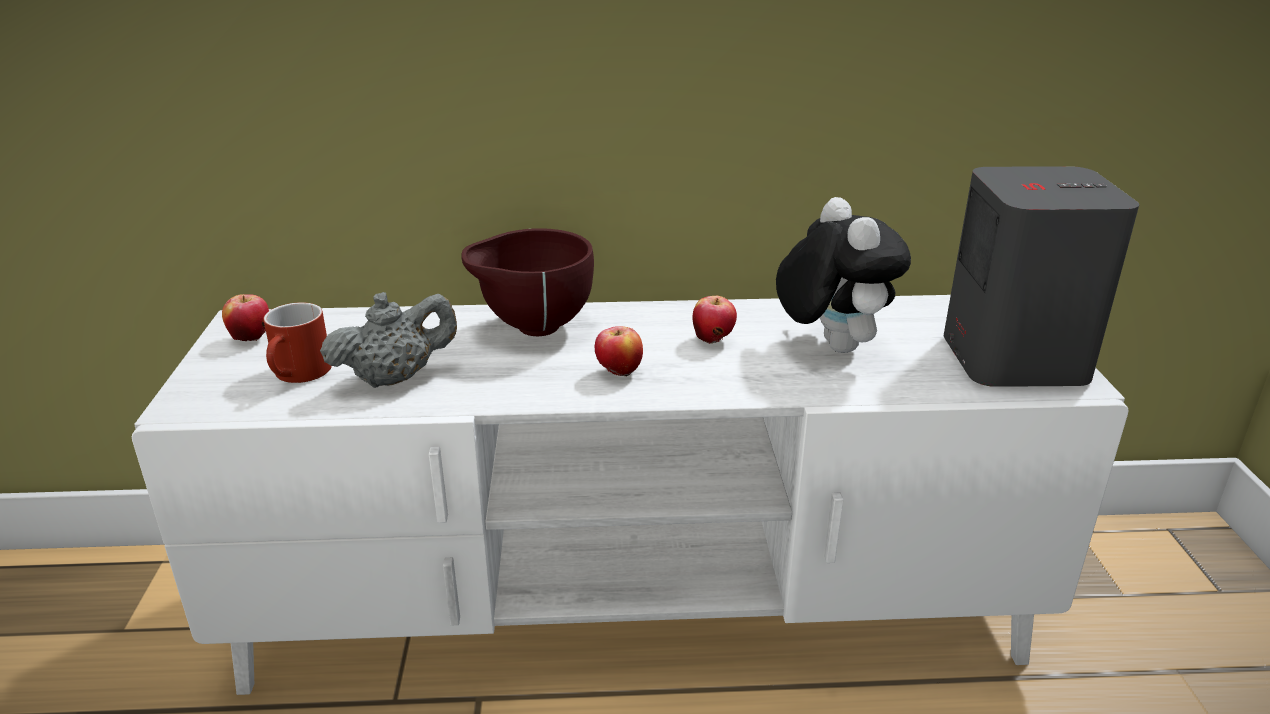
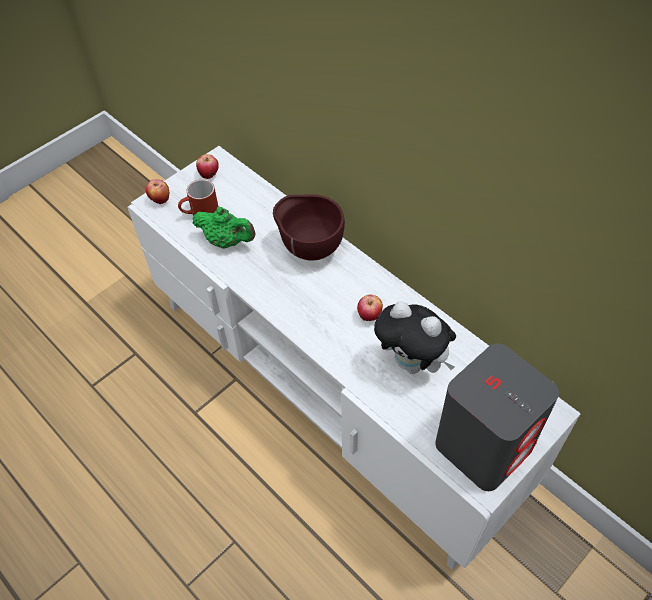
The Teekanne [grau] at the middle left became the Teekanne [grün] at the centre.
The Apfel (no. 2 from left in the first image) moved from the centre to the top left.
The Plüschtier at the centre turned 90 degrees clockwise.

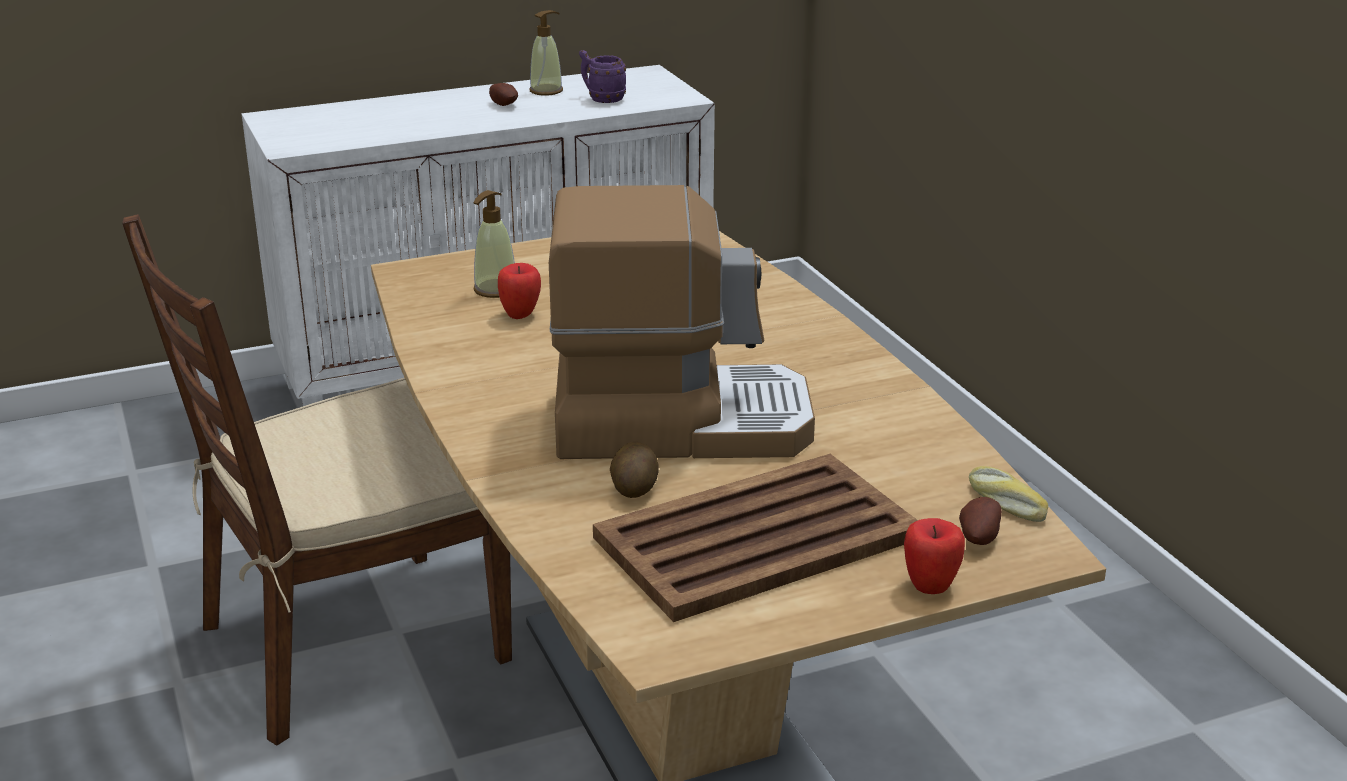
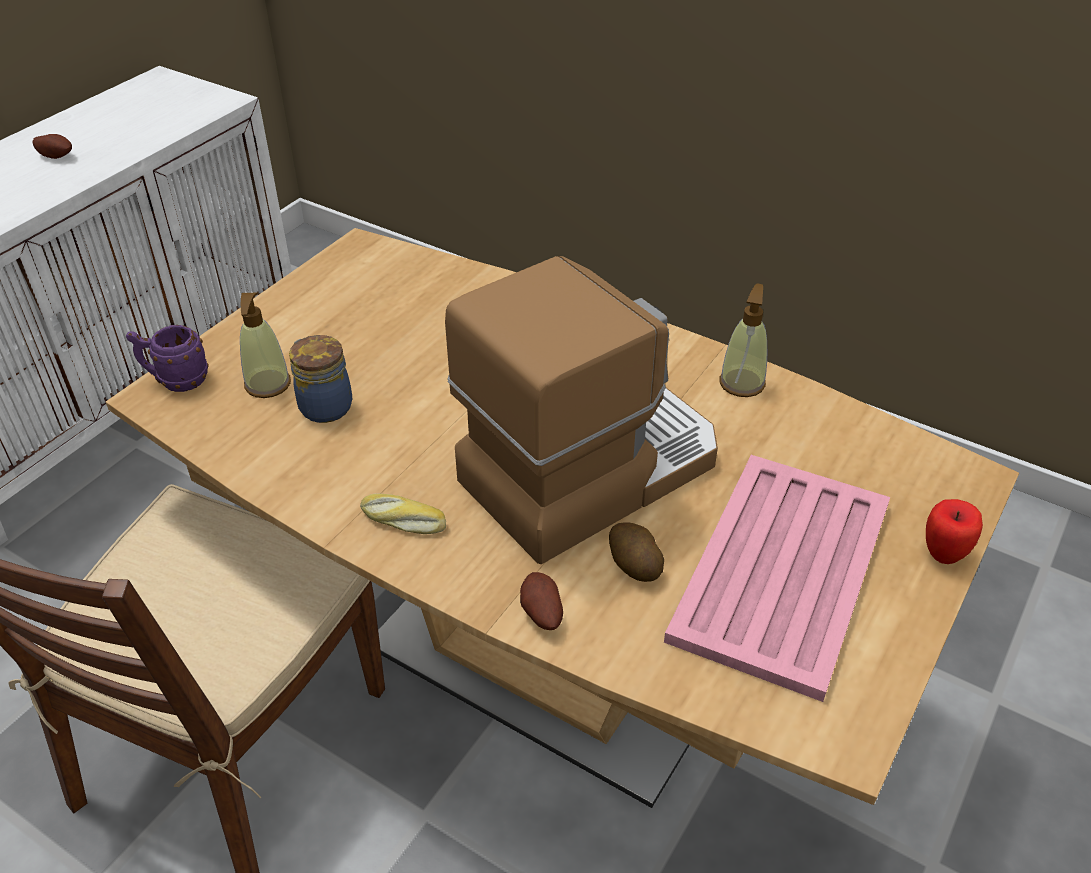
The Apfel (no. 1 from left) at the centre was replaced by the Vorratsglas at the middle left.
The Seifenspender (no. 2 from left) moved from the top centre to the middle right.
The Henkelbecher [lila] moved from the top centre to the middle left.
The Tablett [braun] at the bottom centre became the Tablett [rosa] at the middle right.
The Kartoffel (no. 3 from left in the first image) moved from the bottom right to the bottom centre.
The Brot moved from the middle right to the centre.

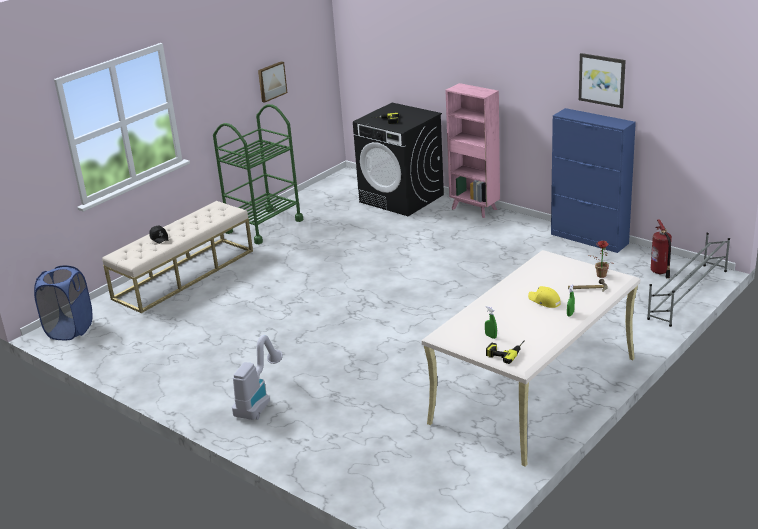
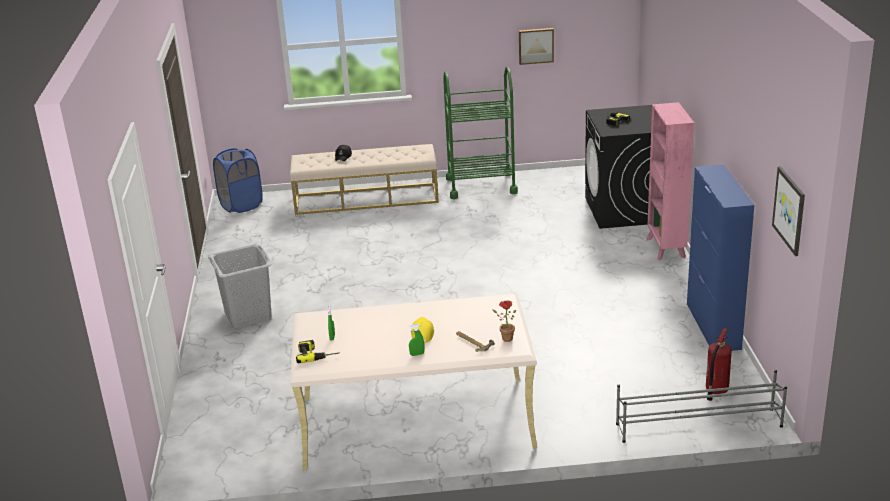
The Staubsauger at the bottom centre was replaced by the Wäschekorb [grau] at the middle left.
The Bild (no. 2 from left) moved from the top right to the middle right.

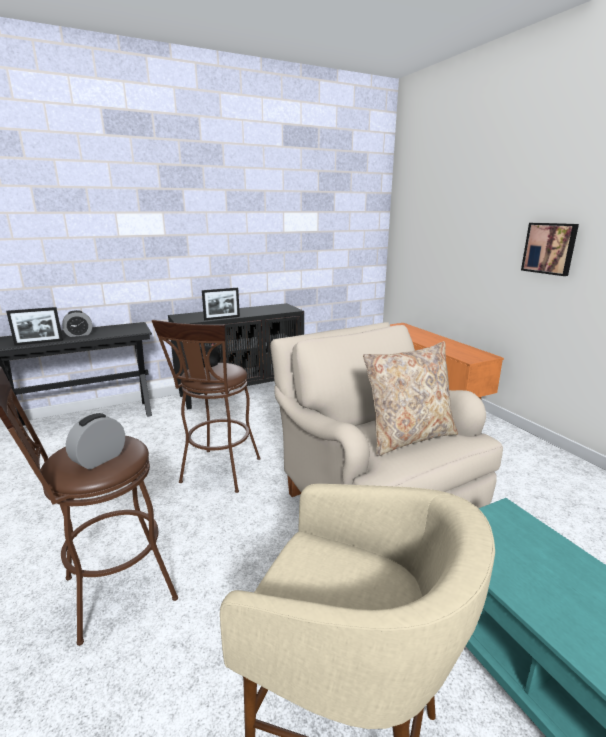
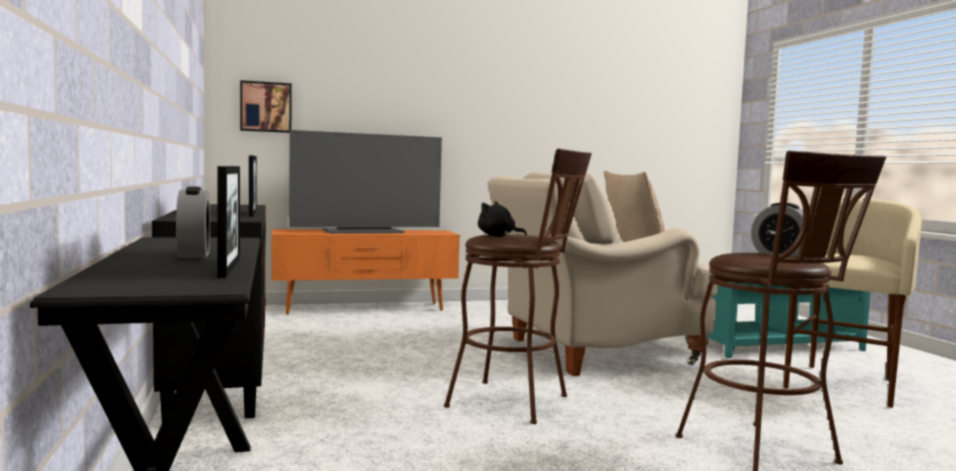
The Bild moved from the middle right to the top left.
The Fernseher at the centre appeared.

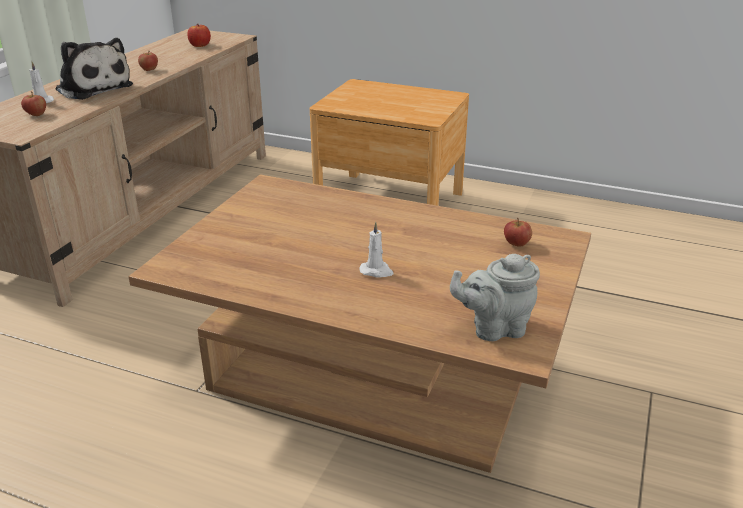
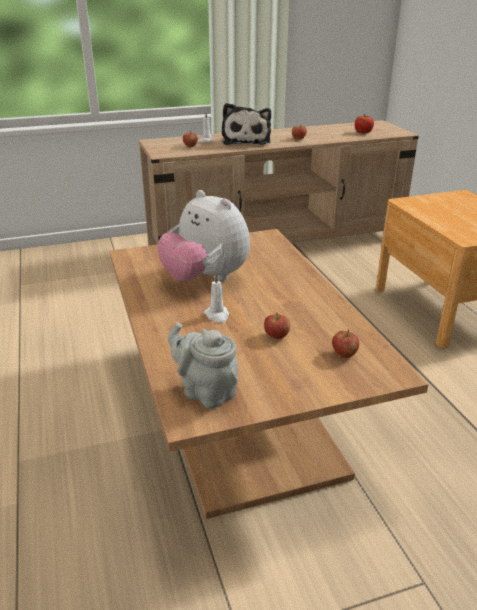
The Plüschtier (no. 1 from left) at the centre appeared.
The Apfel (no. 2 from left) at the centre appeared.

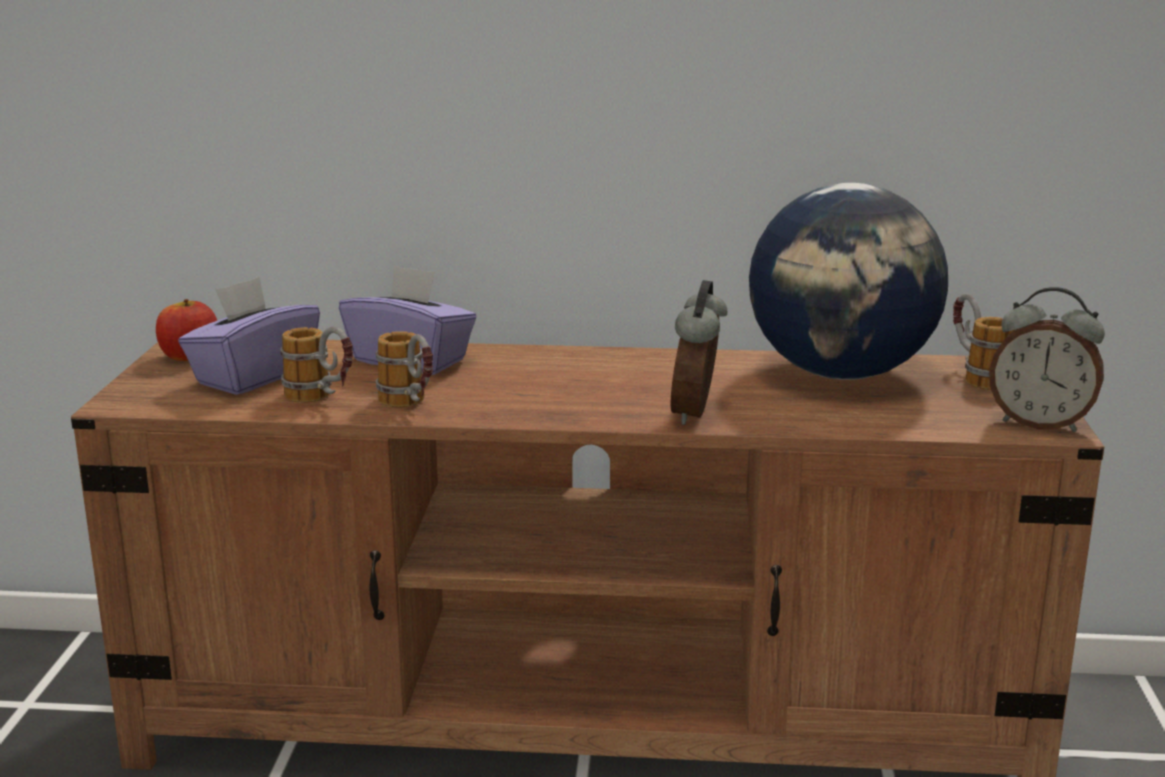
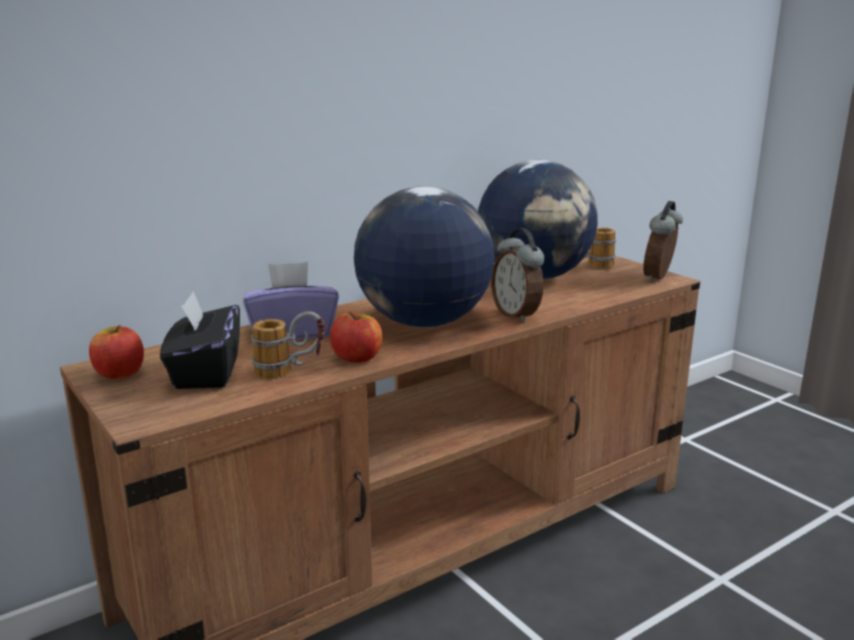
The Taschentuchbox [lila] (no. 1 from left) at the middle left became the Taschentuchbox [schwarz] at the middle left.
The Henkelbecher (no. 2 from left) at the centre was replaced by the Apfel (no. 2 from left) at the centre.
The Wecker (no. 2 from left) at the middle right turned 135 degrees clockwise.
The Globus (no. 1 from left) at the centre appeared.

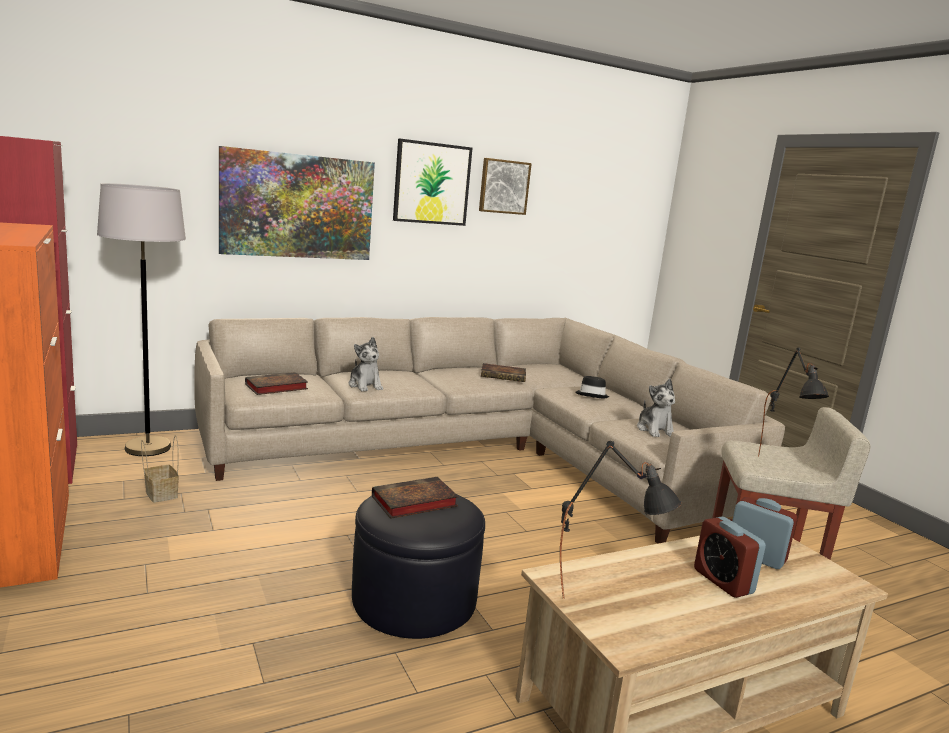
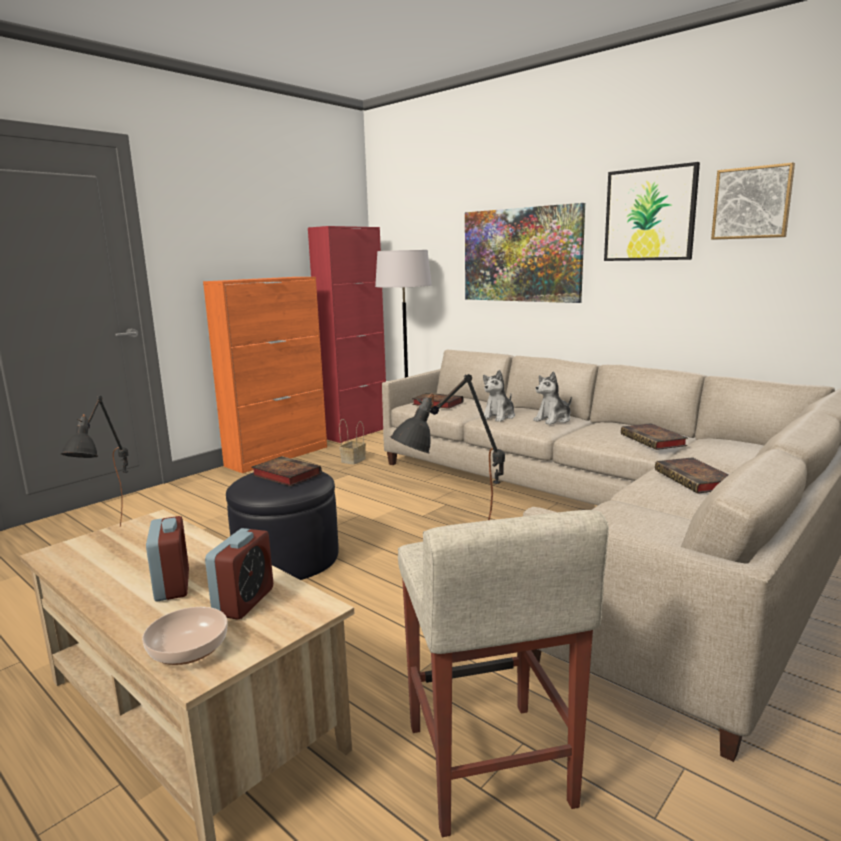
The Hut [schwarz] at the centre was replaced by the Buch (no. 4 from left) at the middle right.
The Plüschtier (no. 2 from left) moved from the middle right to the centre.
The Wecker (no. 1 from left) at the bottom right turned 120 degrees clockwise.
The Schüssel at the bottom left appeared.

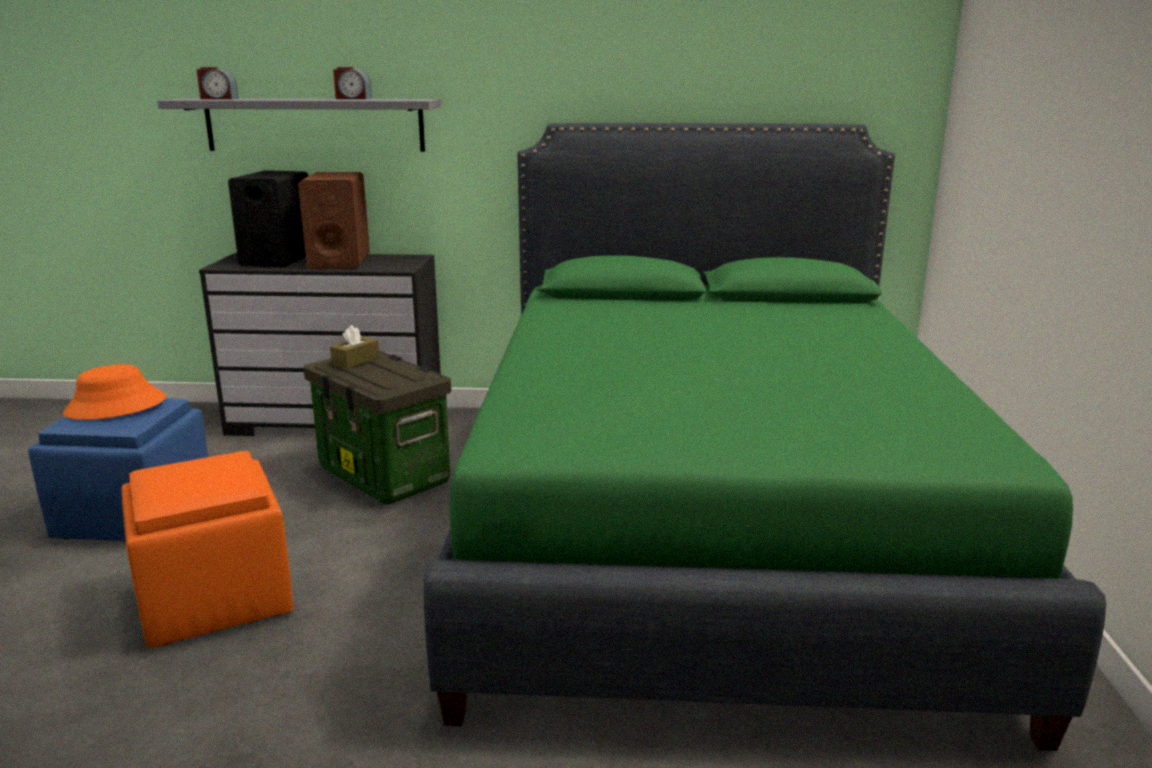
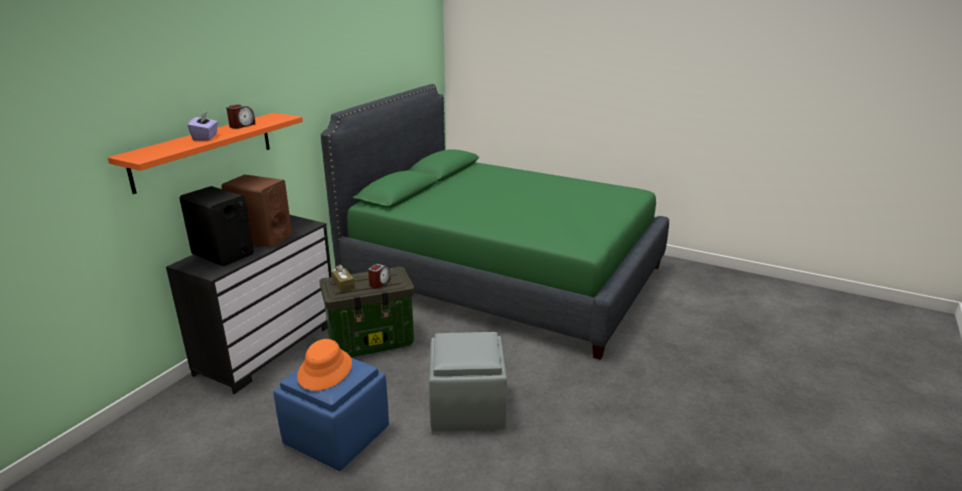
The Polsterhocker [orange] at the bottom left became the Polsterhocker [grau] at the bottom centre.
The Wandregal [grau] at the top left became the Wandregal [orange] at the top left.
The Wecker (no. 1 from left in the first image) moved from the top left to the centre.
The Taschentuchbox [lila] at the top left appeared.

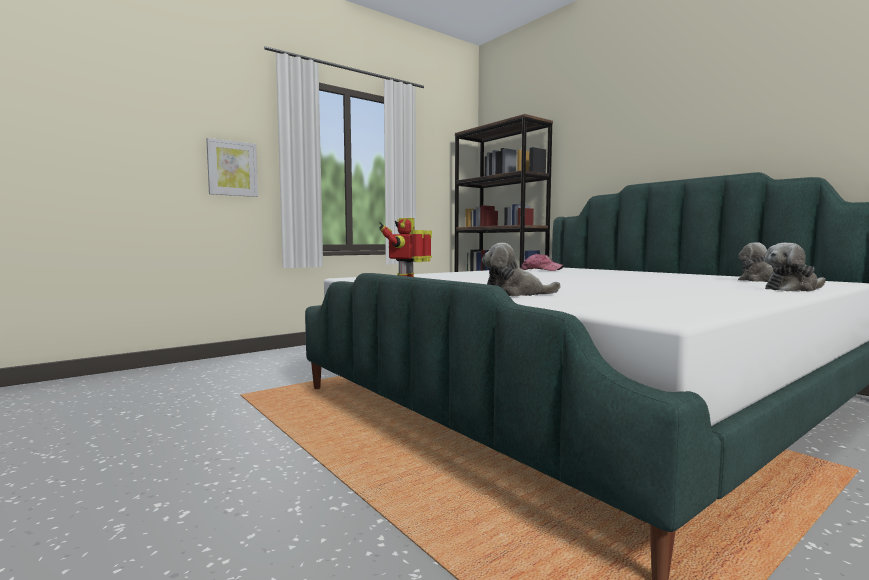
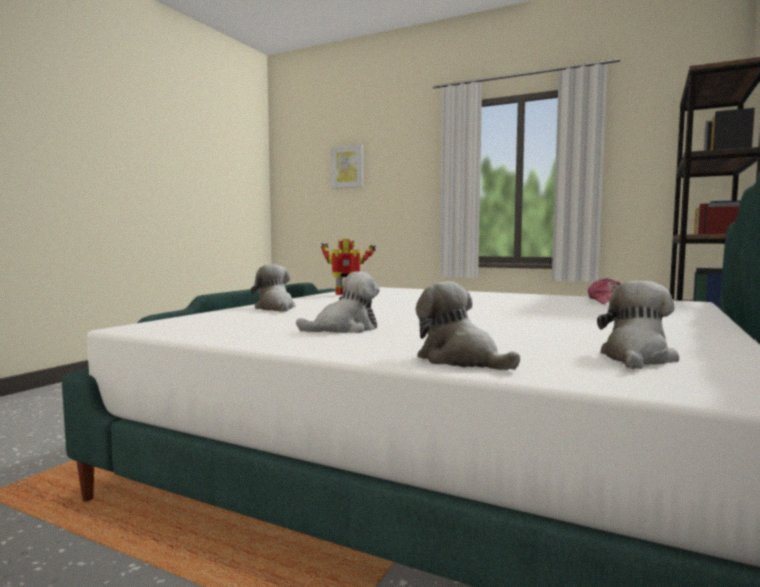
The Bild moved from the top left to the top centre.
The Plüschtier (no. 2 from left) at the centre appeared.

